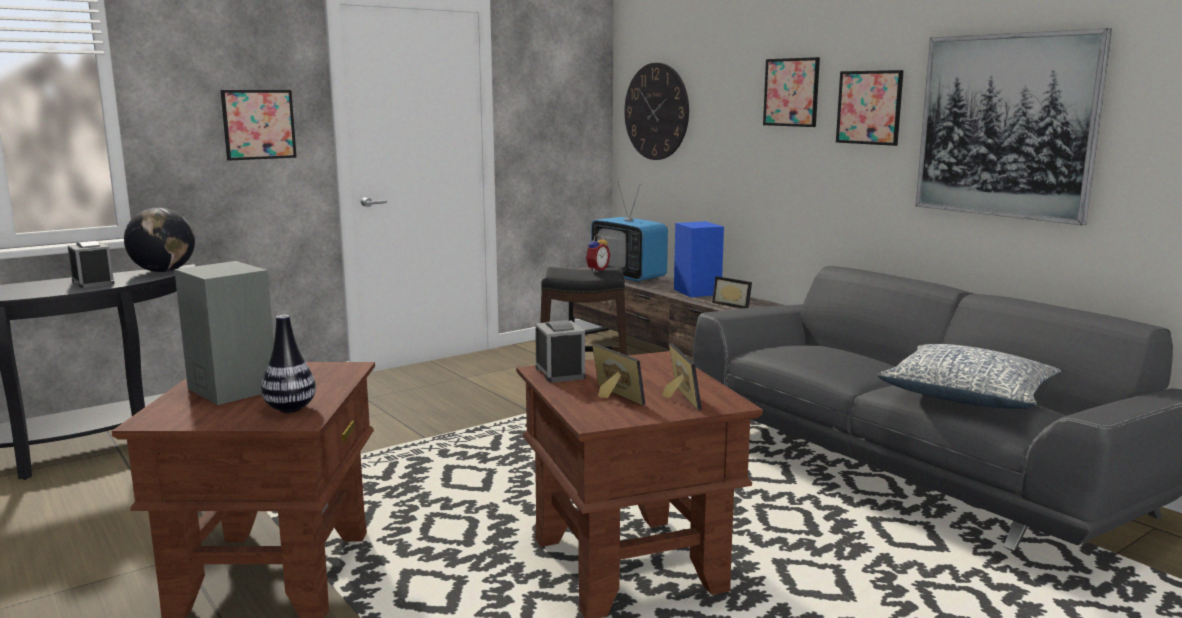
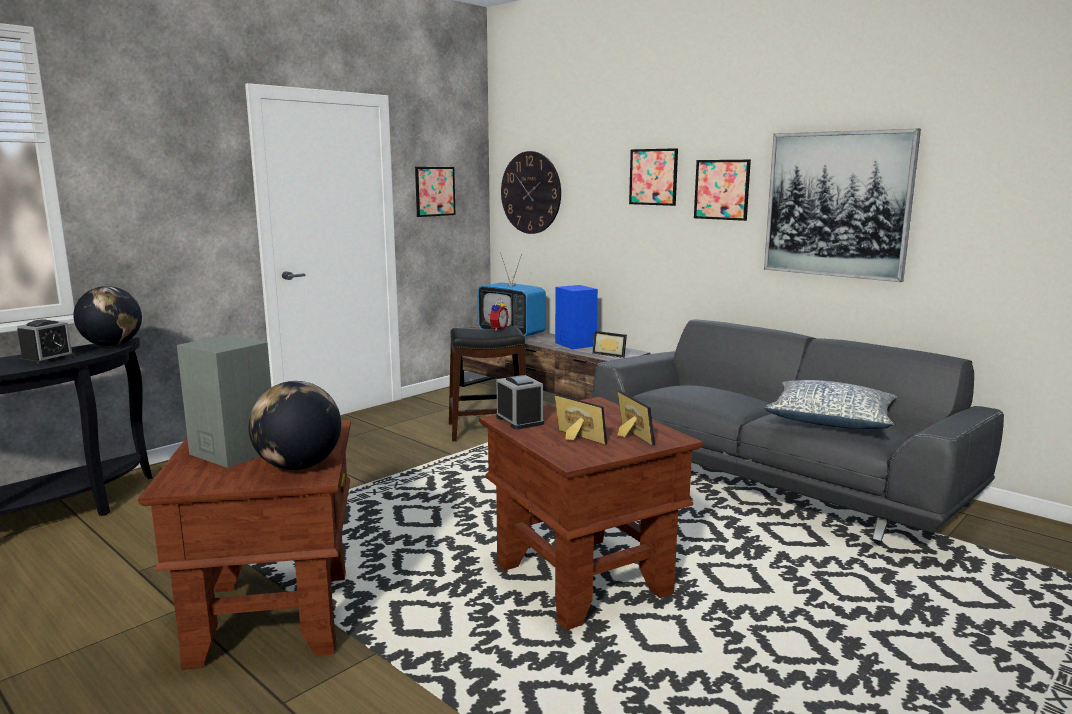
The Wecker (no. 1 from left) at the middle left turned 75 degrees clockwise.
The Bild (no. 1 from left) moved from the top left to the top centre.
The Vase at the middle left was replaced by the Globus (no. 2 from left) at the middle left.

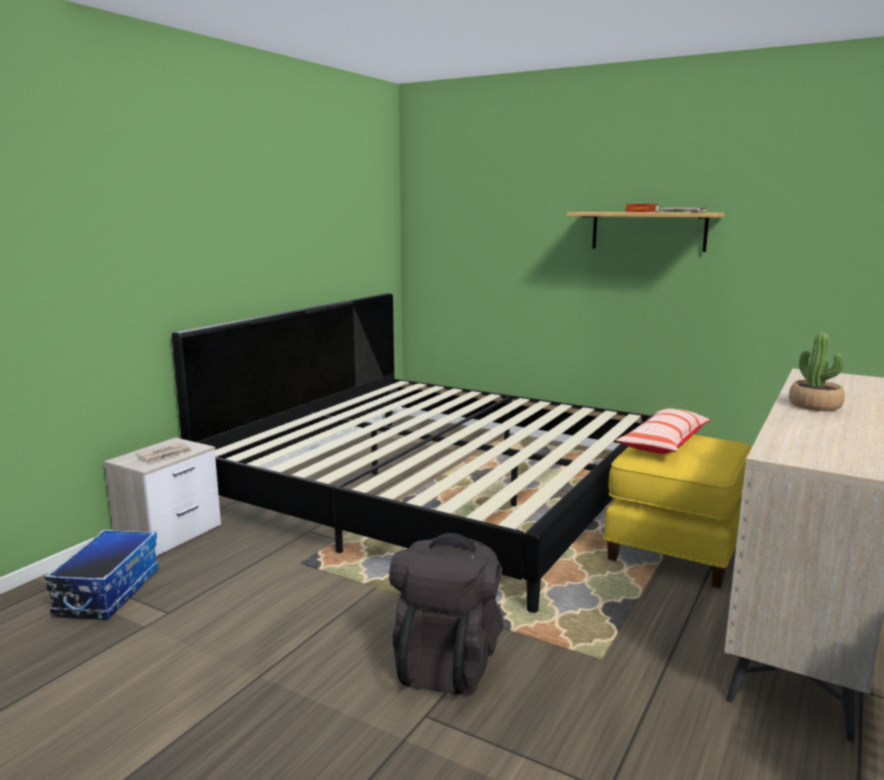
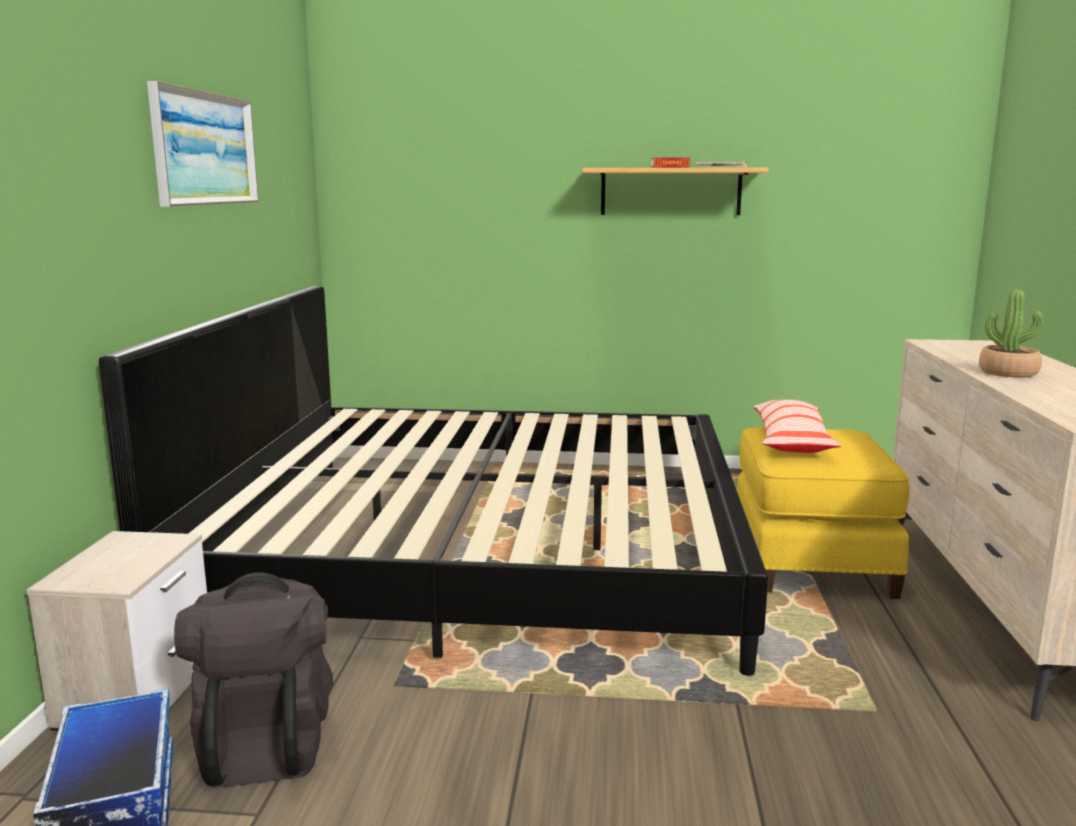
The Zeitung (no. 1 from left) at the middle left disappeared.
The Rucksack [schwarz] moved from the bottom centre to the bottom left.
The Bild at the top left appeared.

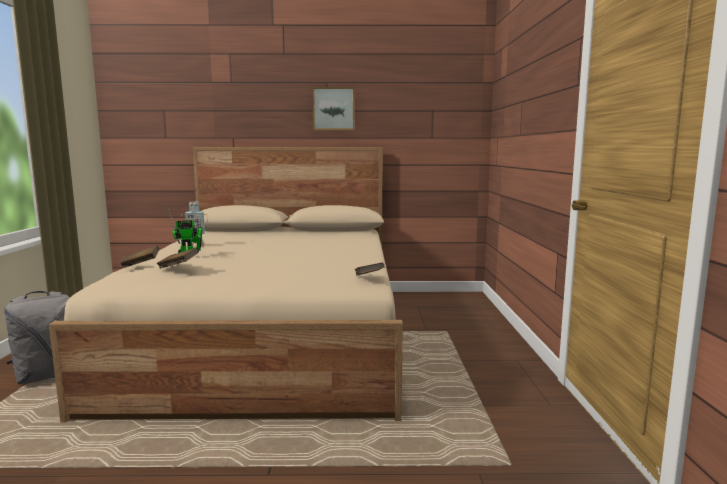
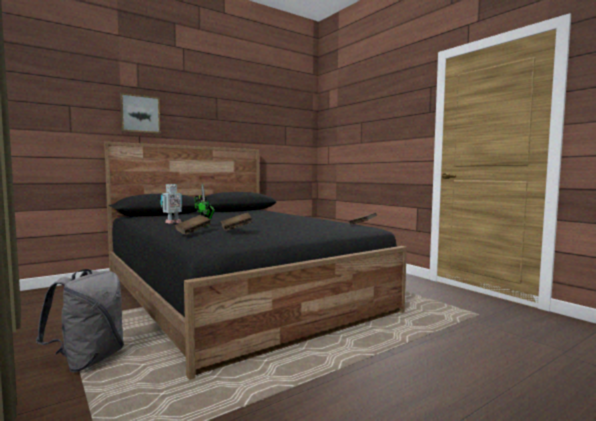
The Bett [beige] at the middle left became the Bett [schwarz] at the centre.
The Bild moved from the top centre to the top left.

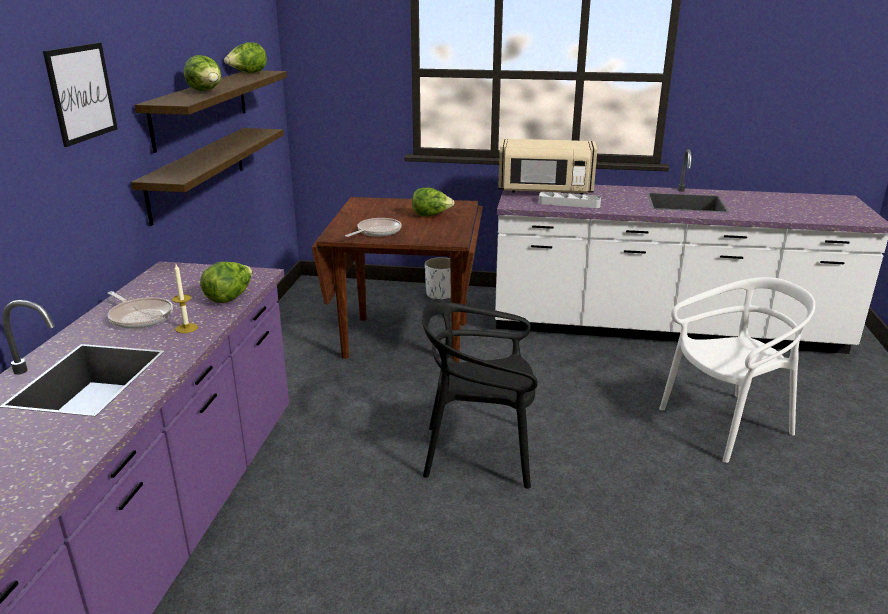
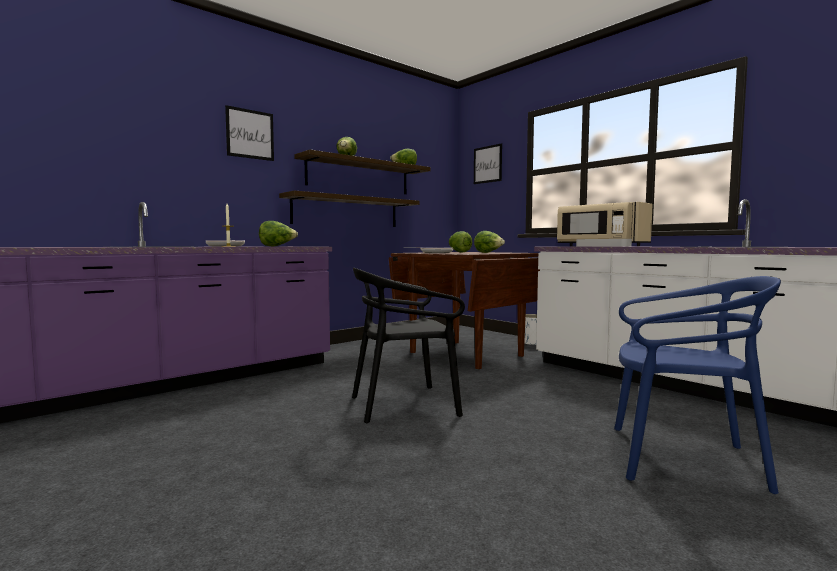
The Stuhl [schwarz] at the centre turned 60 degrees counterclockwise.
The Stuhl [weiß] at the middle right became the Stuhl [blau] at the bottom right.
The Salatkopf (no. 4 from left) at the centre appeared.
The Bild (no. 2 from left) at the top centre appeared.

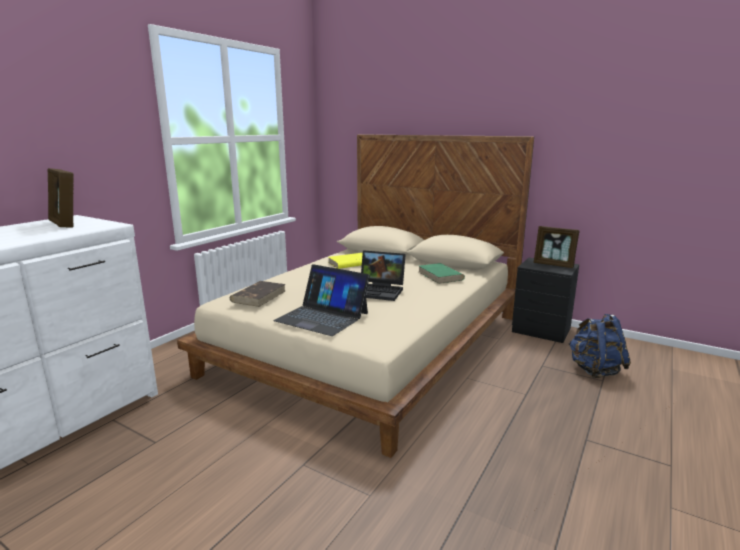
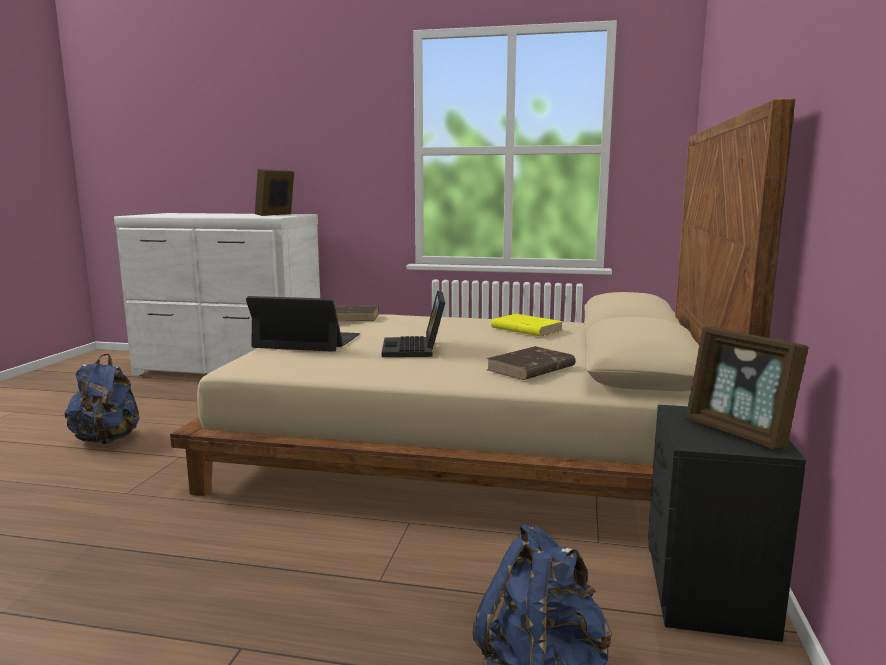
The Laptop (no. 1 from left) at the centre turned 90 degrees clockwise.
The Buch [grün] at the centre became the Buch [braun] (no. 2 from left) at the centre.
The Bilderrahmen (no. 2 from left) at the middle right turned 45 degrees counterclockwise.
The Rucksack [blau] (no. 1 from left) at the middle left appeared.

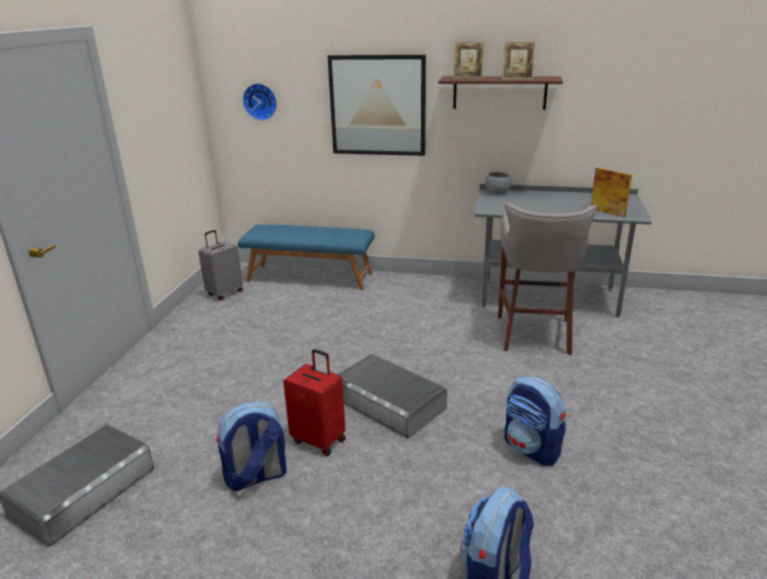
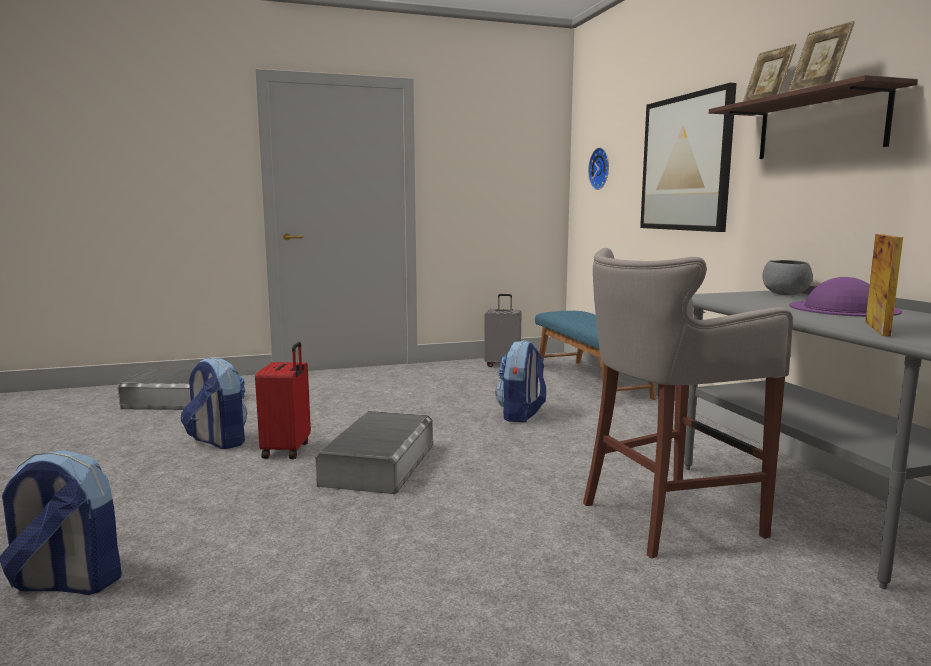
The Rucksack (no. 3 from left) moved from the bottom right to the centre.
The Hut [lila] at the middle right appeared.

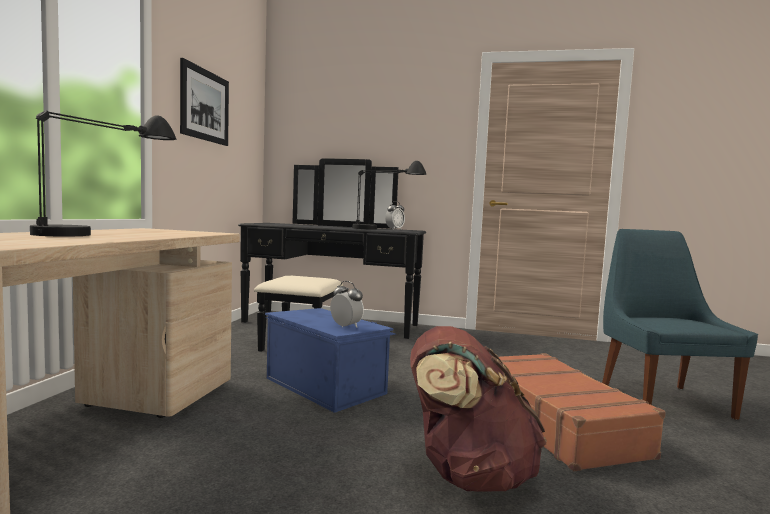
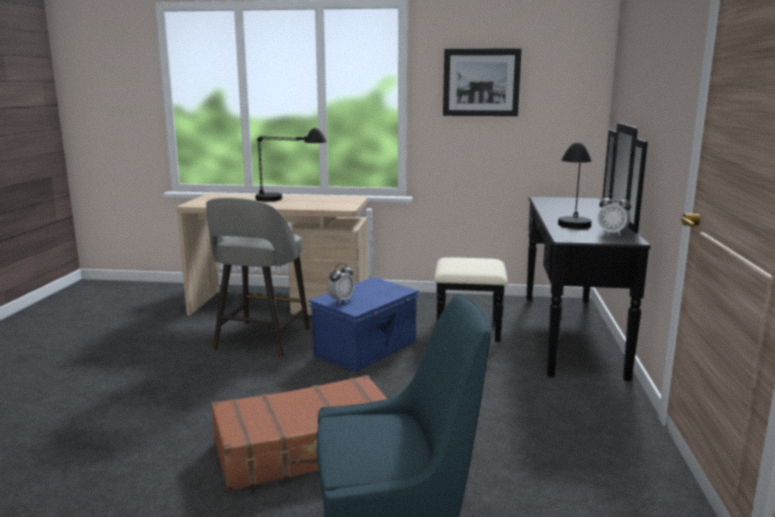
The Rucksack [braun] at the bottom centre disappeared.
The Hocker [grau] at the middle left appeared.

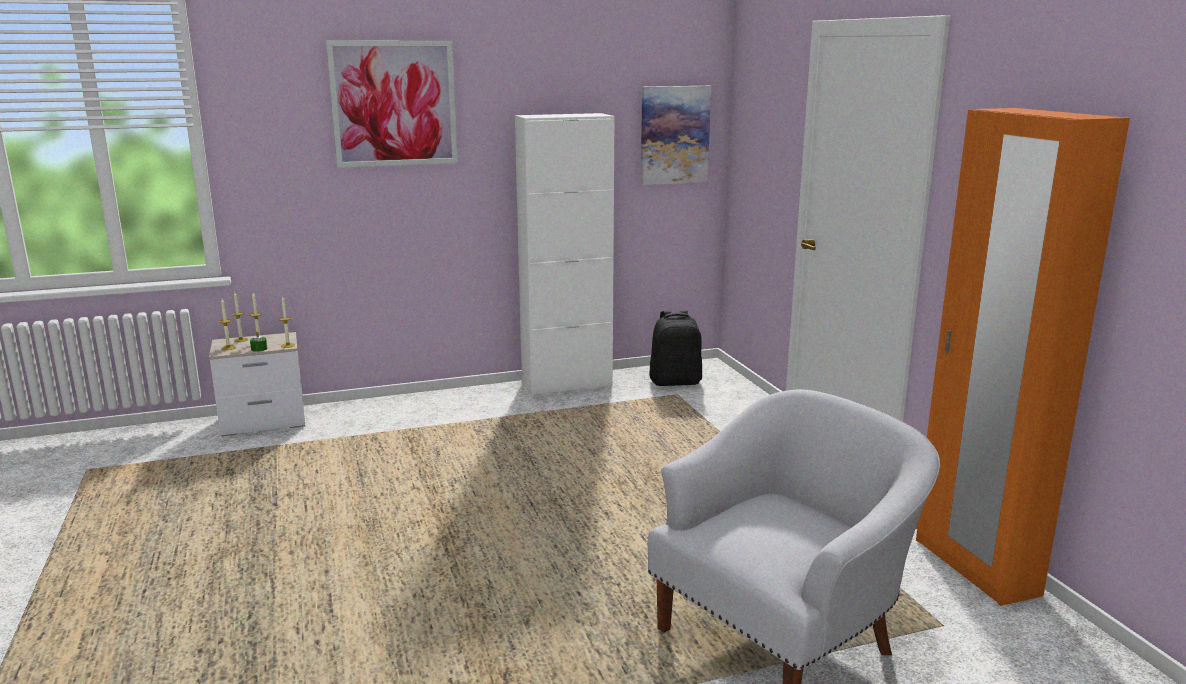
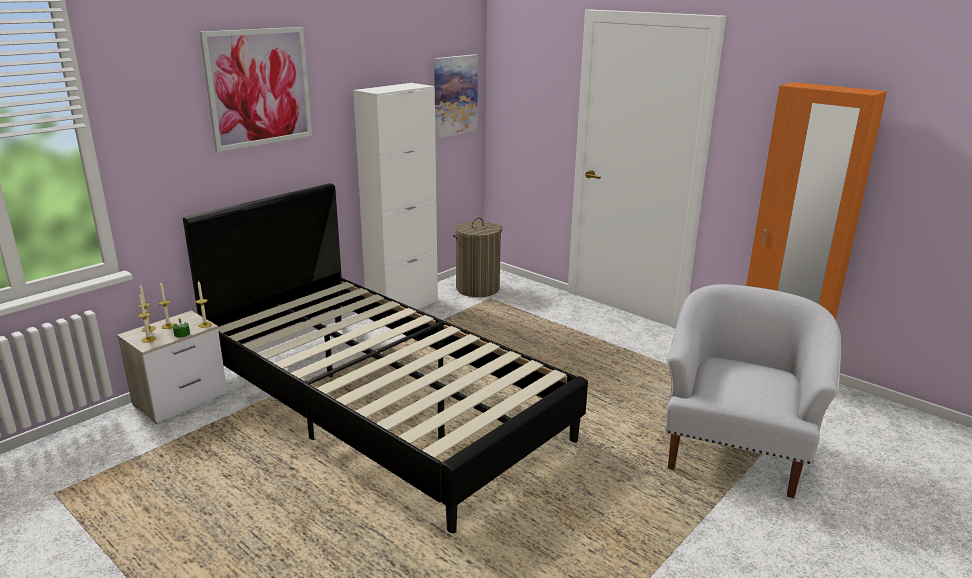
The Rucksack [schwarz] at the centre was replaced by the Wäschekorb at the centre.
The Bett [schwarz] at the centre appeared.

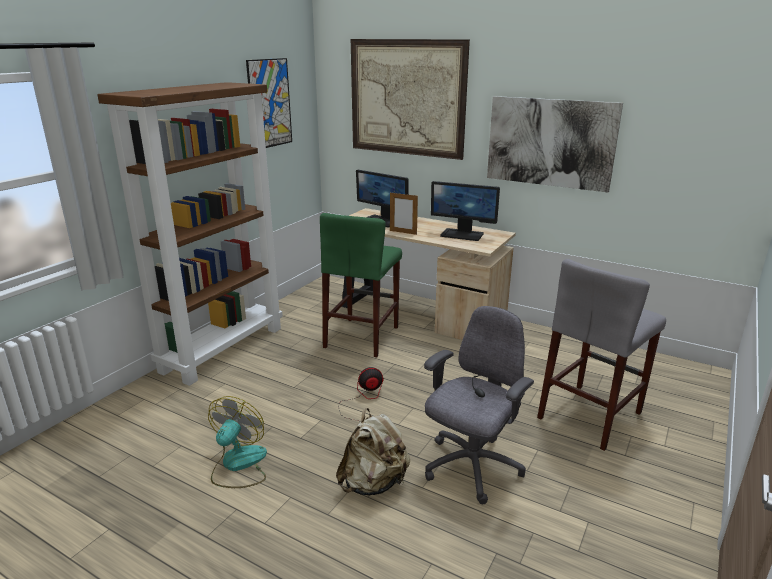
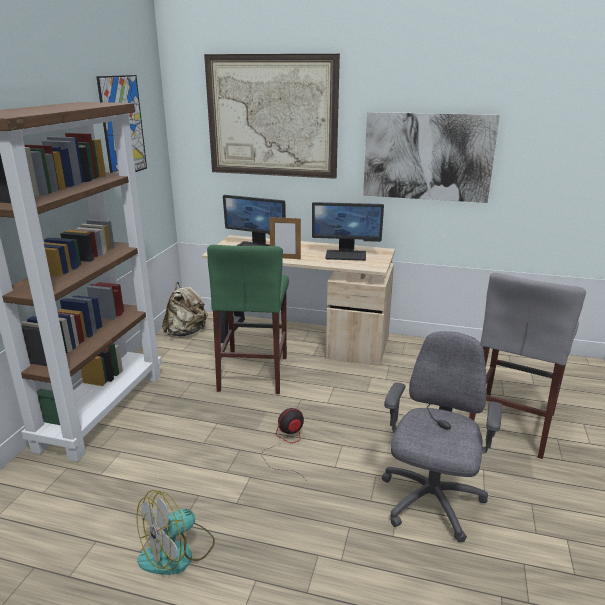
The Ventilator (no. 1 from left) at the bottom left turned 135 degrees counterclockwise.
The Rucksack [beige] moved from the bottom centre to the middle left.

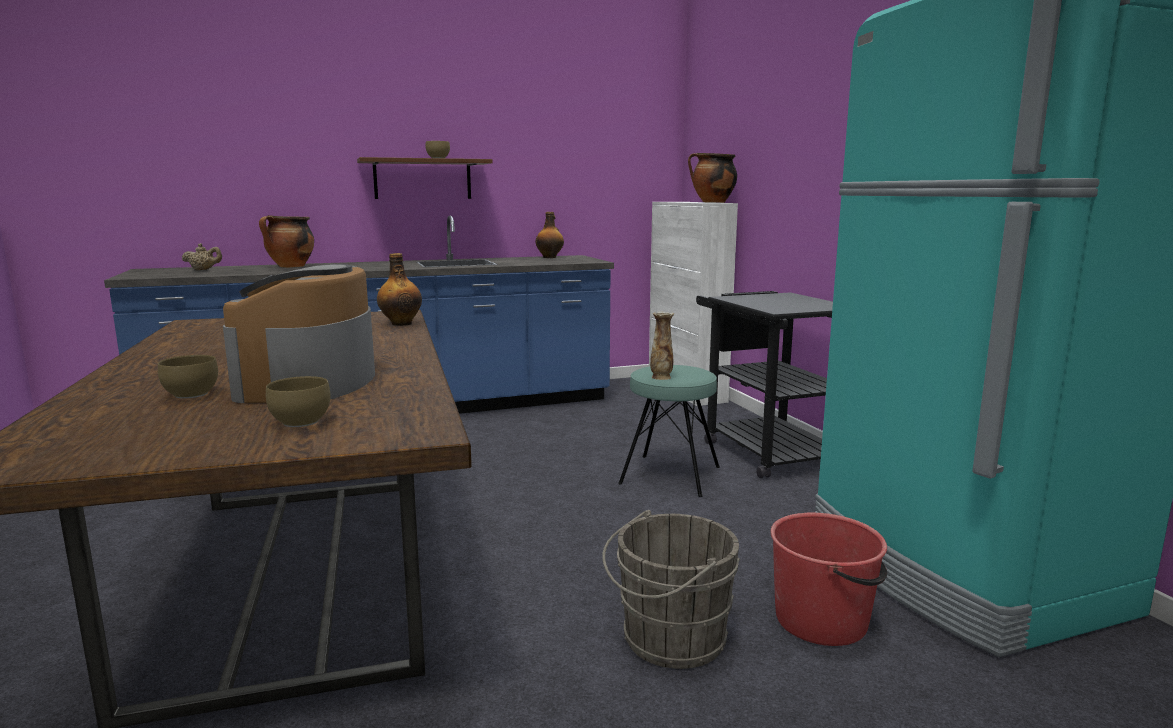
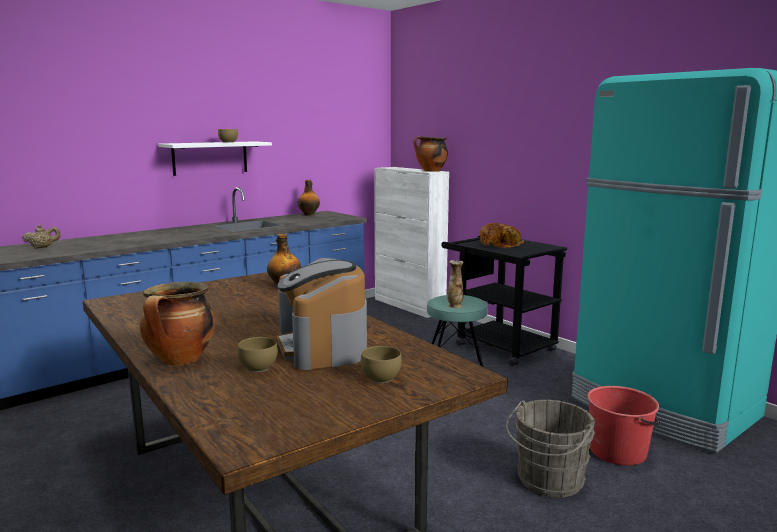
The Kochtopf (no. 1 from left) moved from the top left to the middle left.
The Wandregal [braun] at the top centre became the Wandregal [weiß] at the top left.
The Brot at the centre appeared.

